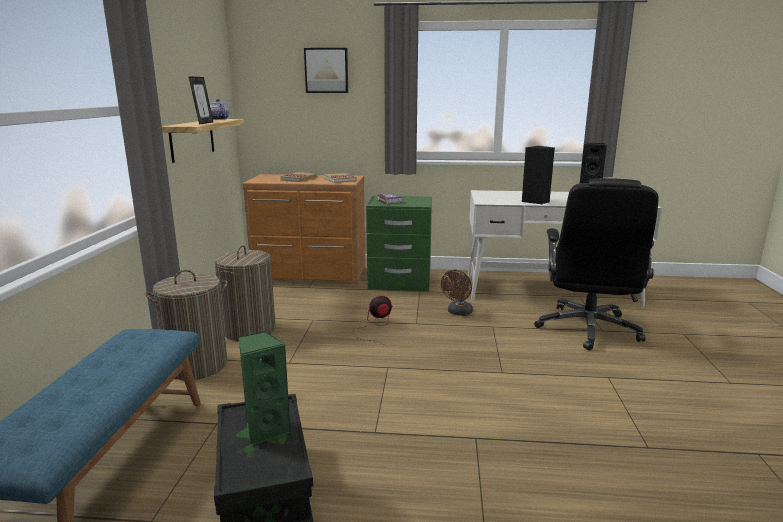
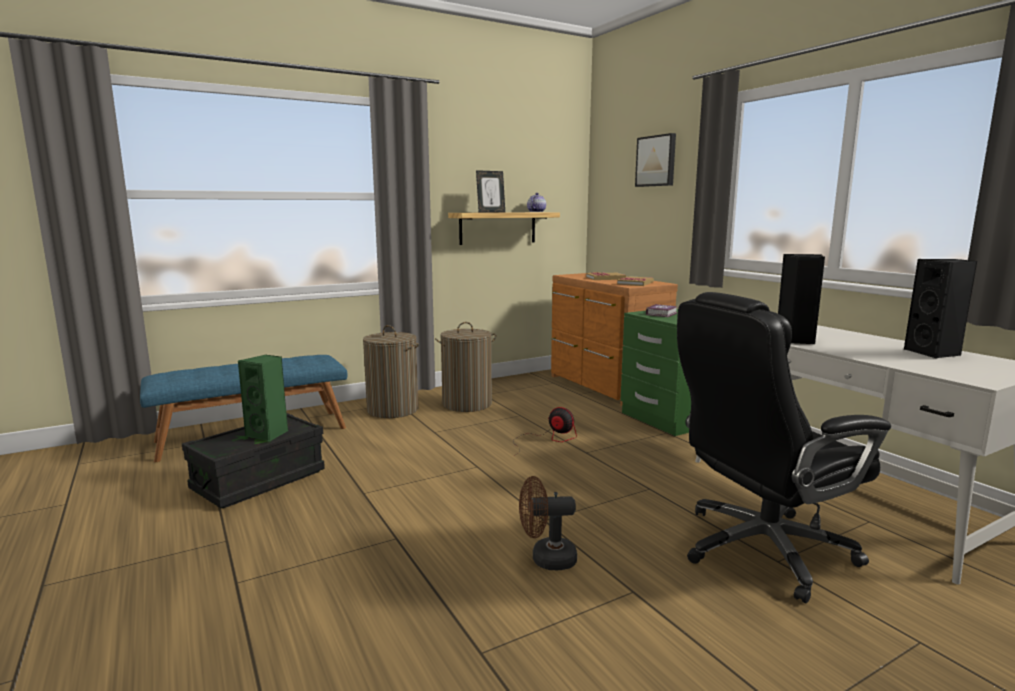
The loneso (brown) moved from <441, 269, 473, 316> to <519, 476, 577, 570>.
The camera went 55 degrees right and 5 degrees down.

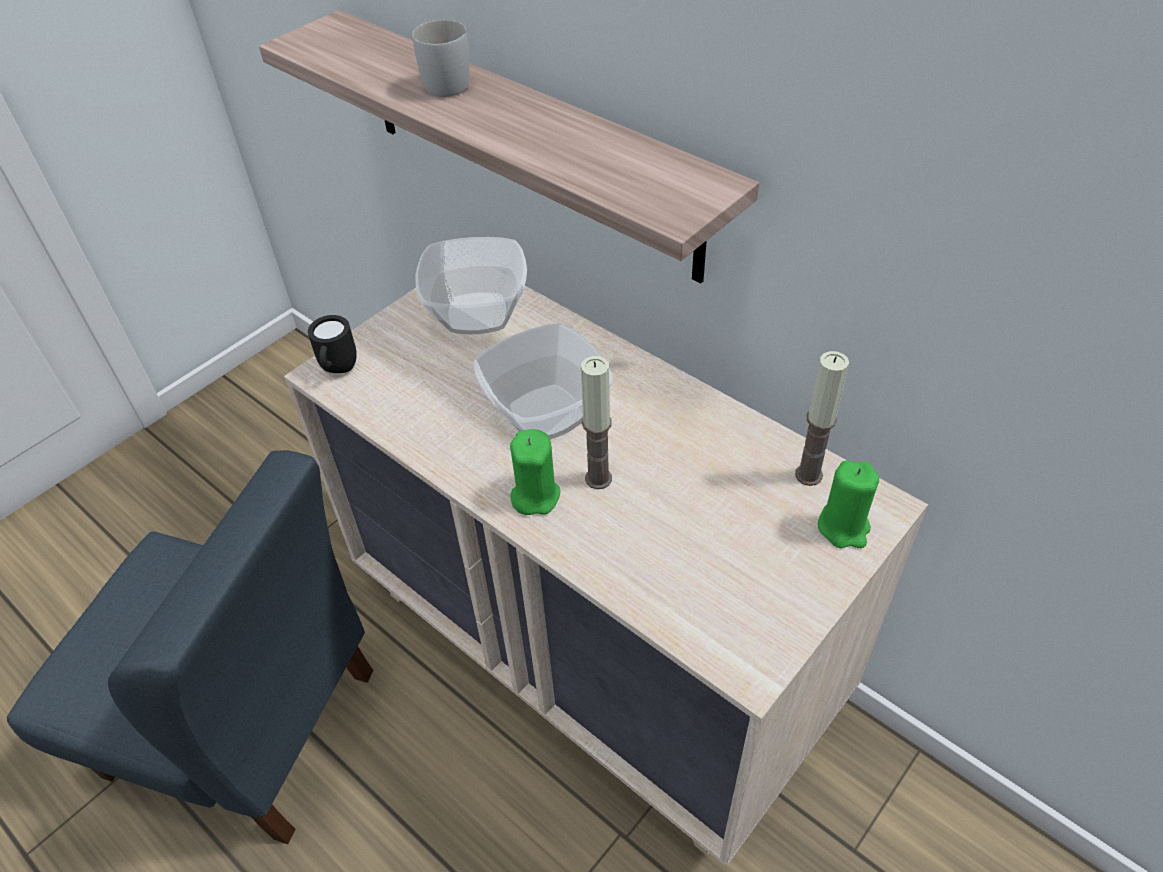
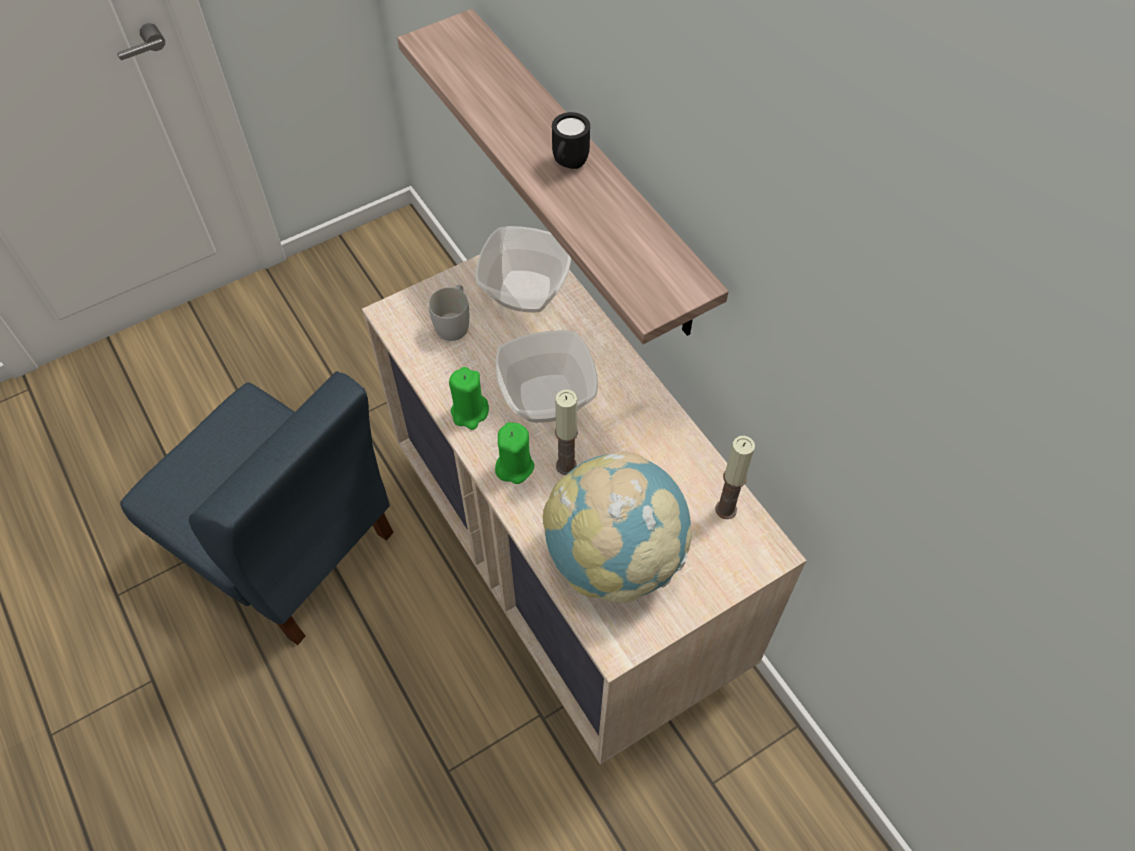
The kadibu at <543, 452, 692, 603> appeared.
The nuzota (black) moved from <308, 315, 357, 373> to <552, 112, 590, 169>.
The nuzota (white) moved from <412, 20, 470, 97> to <428, 285, 469, 341>.
The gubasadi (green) moved from <818, 460, 879, 548> to <449, 367, 489, 430>.
The camera went 15 degrees right and 10 degrees up.

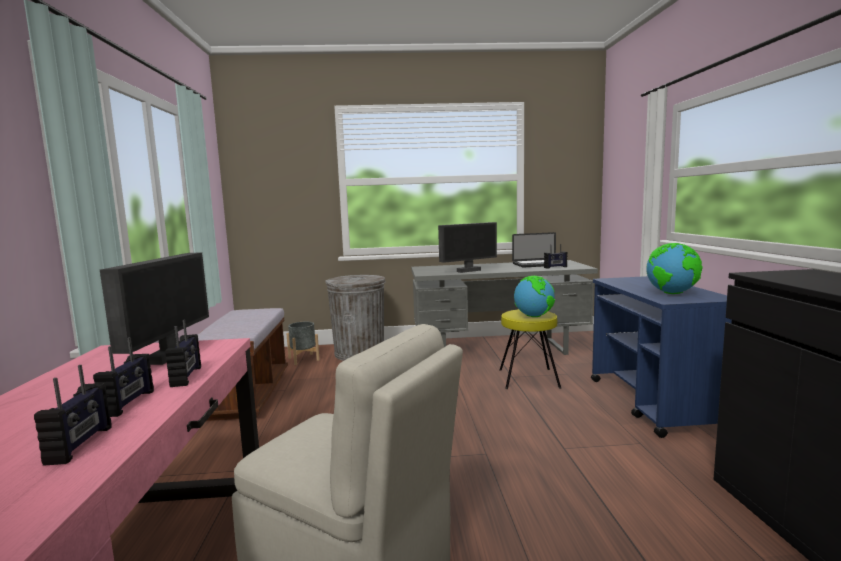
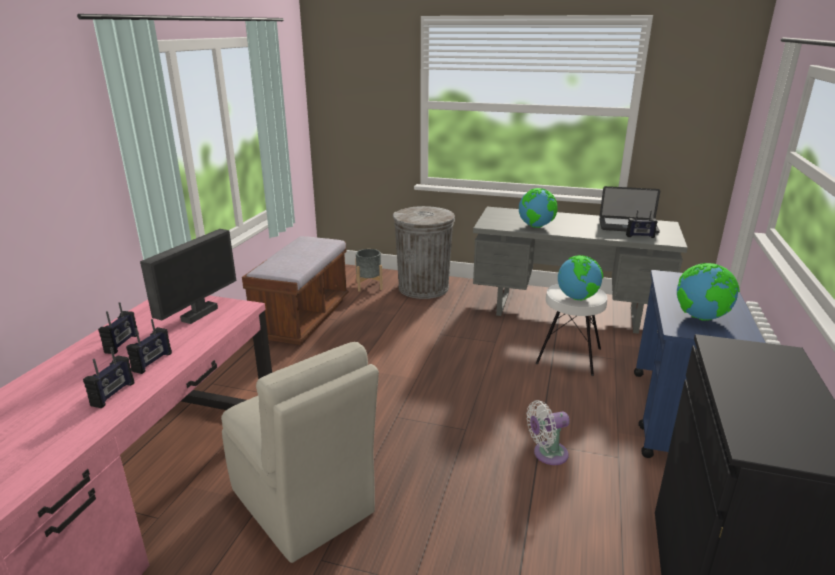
The loneso (white) at <526, 400, 570, 465> appeared.
The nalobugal moved from <165, 320, 201, 387> to <98, 303, 139, 354>.
The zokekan at <438, 222, 497, 273> was replaced by the kadibu at <519, 188, 558, 228>.
The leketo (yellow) at <500, 309, 561, 389> became the leketo (white) at <536, 284, 607, 376>.
The camera went 20 degrees right and 15 degrees up.

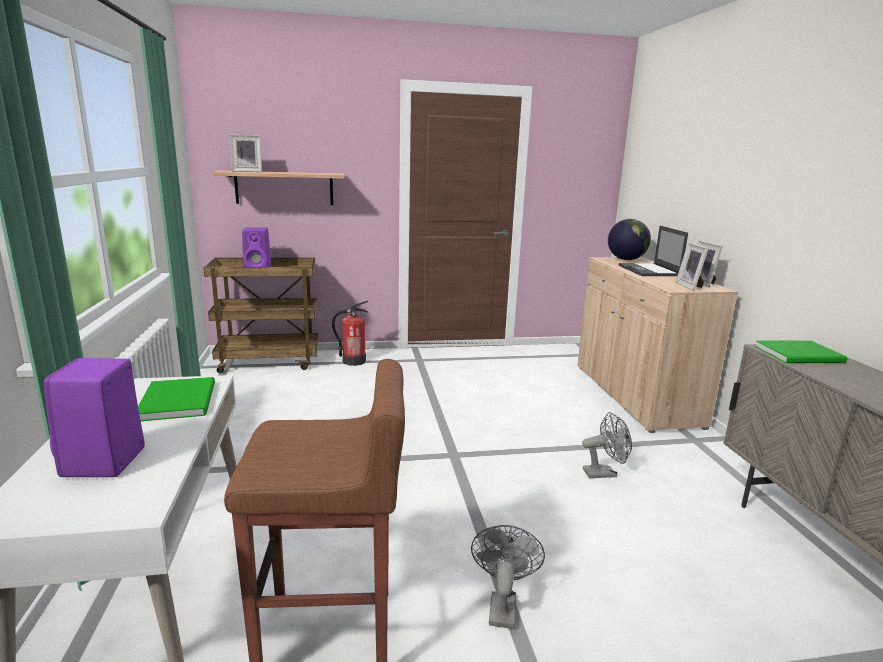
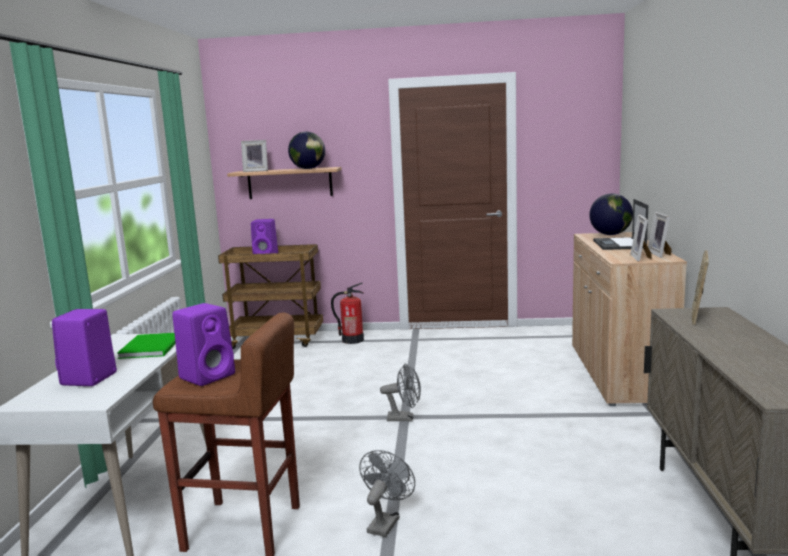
The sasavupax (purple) at <172, 303, 235, 386> appeared.
The kadibu at <288, 132, 325, 169> appeared.
The loneso (grey) moved from <582, 412, 632, 478> to <380, 363, 421, 421>.
The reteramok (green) at <755, 340, 848, 363> was replaced by the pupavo at <692, 250, 709, 325>.
The camera went 15 degrees right and 5 degrees down.

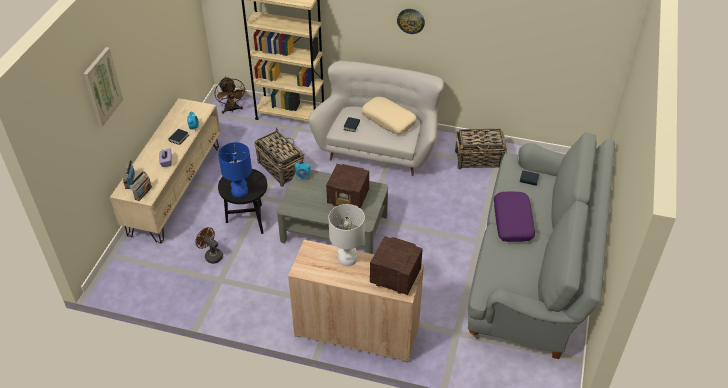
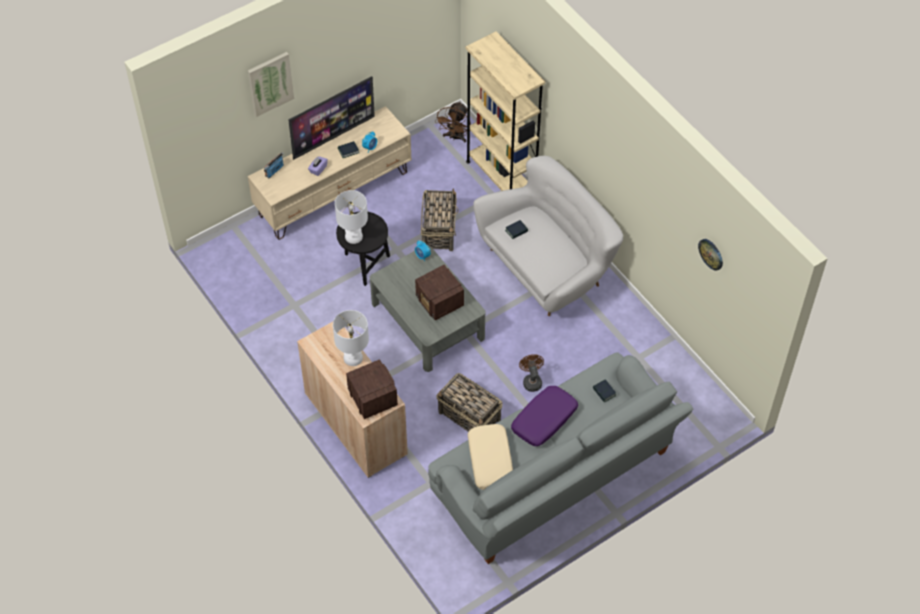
The nalobugal at <129, 171, 152, 201> disappeared.
The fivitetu at <288, 76, 375, 160> appeared.
The loneso (brown) moved from <195, 227, 223, 264> to <519, 354, 544, 392>.
The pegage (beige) moved from <361, 97, 417, 134> to <467, 424, 513, 490>.
The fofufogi moved from <397, 9, 425, 34> to <698, 239, 723, 271>.
The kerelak moved from <455, 129, 507, 169> to <436, 373, 502, 432>.
The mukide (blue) at <218, 142, 252, 197> became the mukide (white) at <335, 190, 368, 244>.
The camera went 40 degrees right and 10 degrees up.

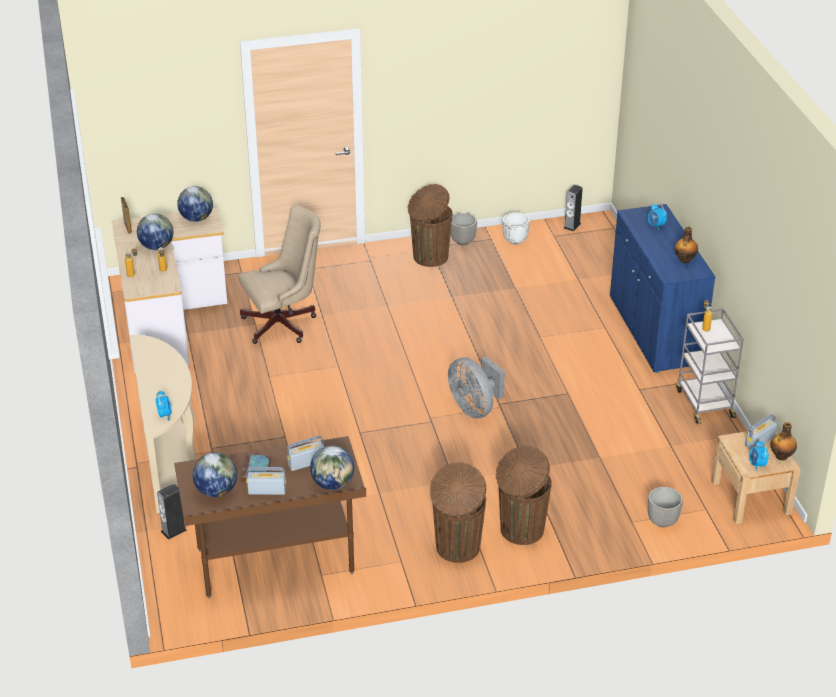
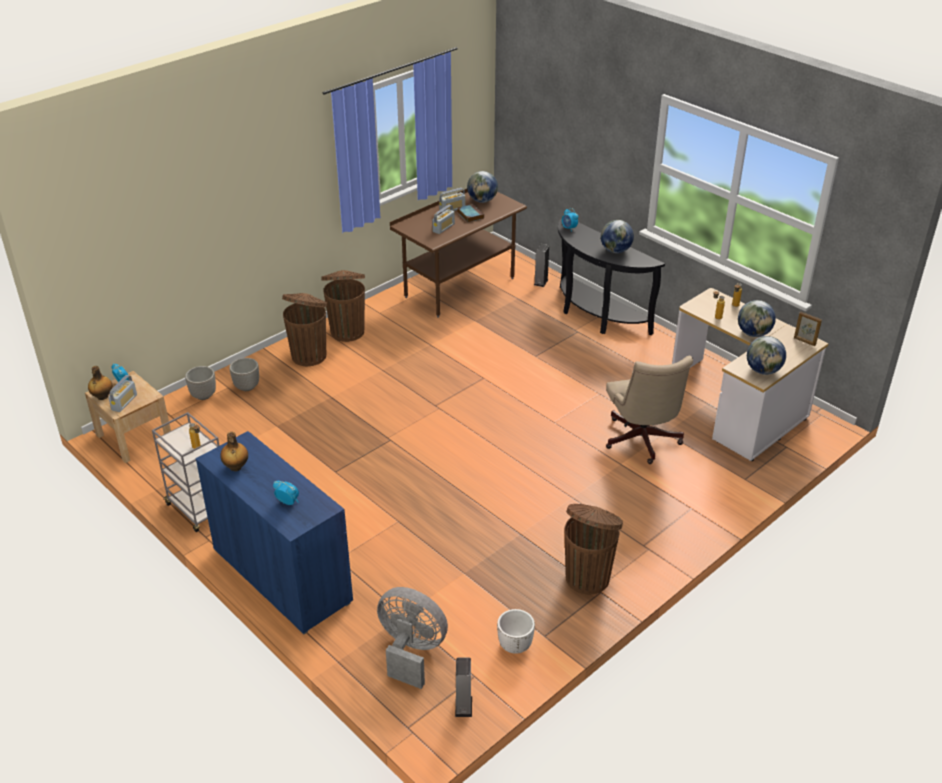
The kadibu moved from <310, 445, 354, 490> to <601, 220, 634, 253>.
The loneso (grey) moved from <448, 356, 505, 419> to <377, 587, 448, 689>.
The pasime moved from <451, 213, 477, 245> to <229, 358, 259, 391>.
The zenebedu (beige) at <130, 335, 196, 514> became the zenebedu (black) at <558, 218, 665, 336>.
The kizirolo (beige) at <239, 205, 321, 344> turned 45 degrees counterclockwise.
The camera went 150 degrees right and 0 degrees up.

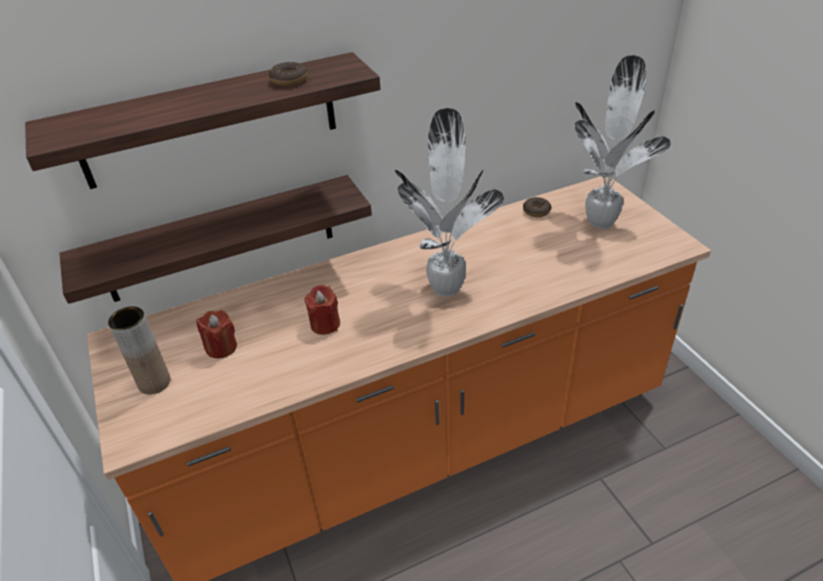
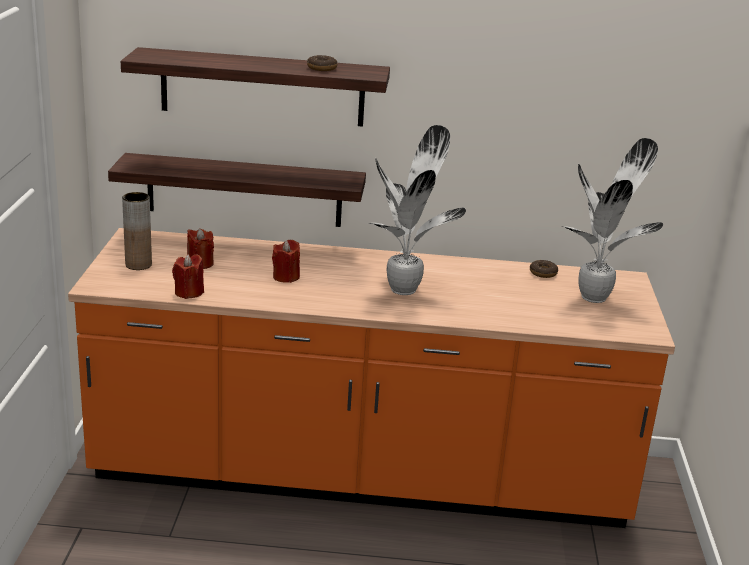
The gubasadi (red) at <172, 254, 204, 299> appeared.
The camera went 25 degrees right and 15 degrees down.

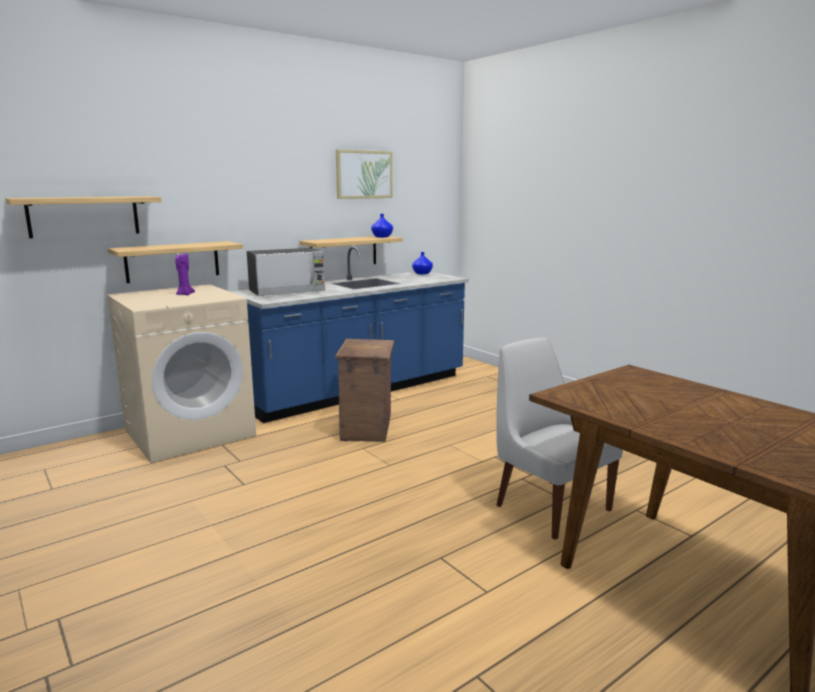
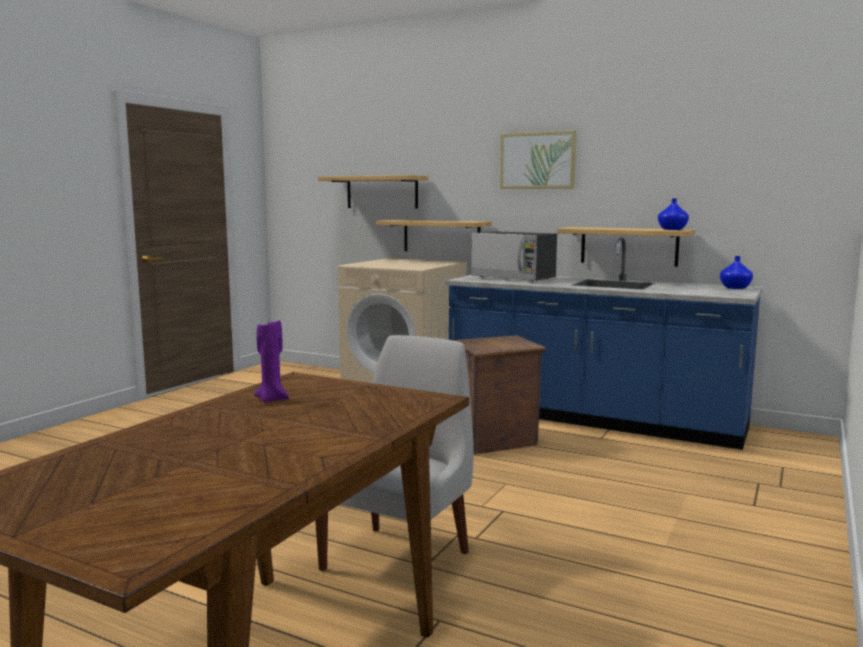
The gubasadi (purple) moved from <175, 253, 195, 295> to <254, 318, 289, 403>.
The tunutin moved from <336, 149, 392, 199> to <500, 130, 576, 189>.
The camera went 65 degrees right and 5 degrees down.

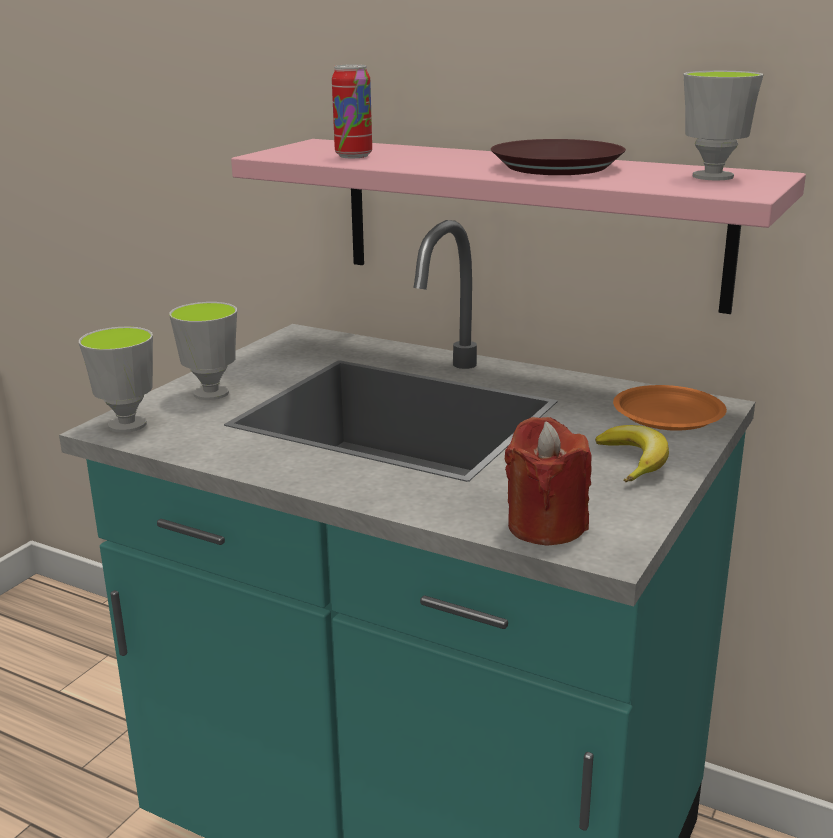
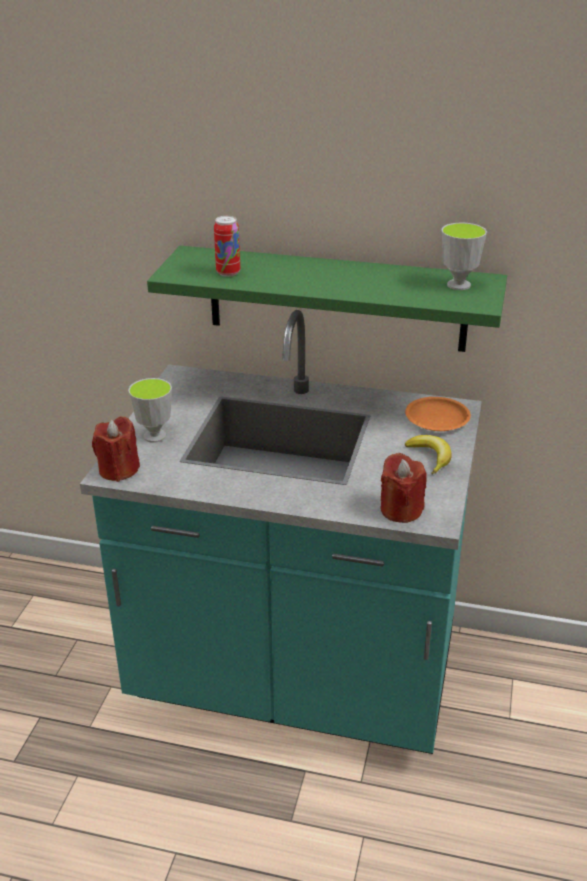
The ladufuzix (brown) at <491, 139, 626, 175> disappeared.
The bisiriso at <79, 327, 153, 433> was replaced by the gubasadi (red) at <92, 417, 140, 482>.
The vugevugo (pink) at <231, 139, 806, 314> became the vugevugo (green) at <147, 246, 507, 352>.
The camera went 15 degrees left and 10 degrees up.

